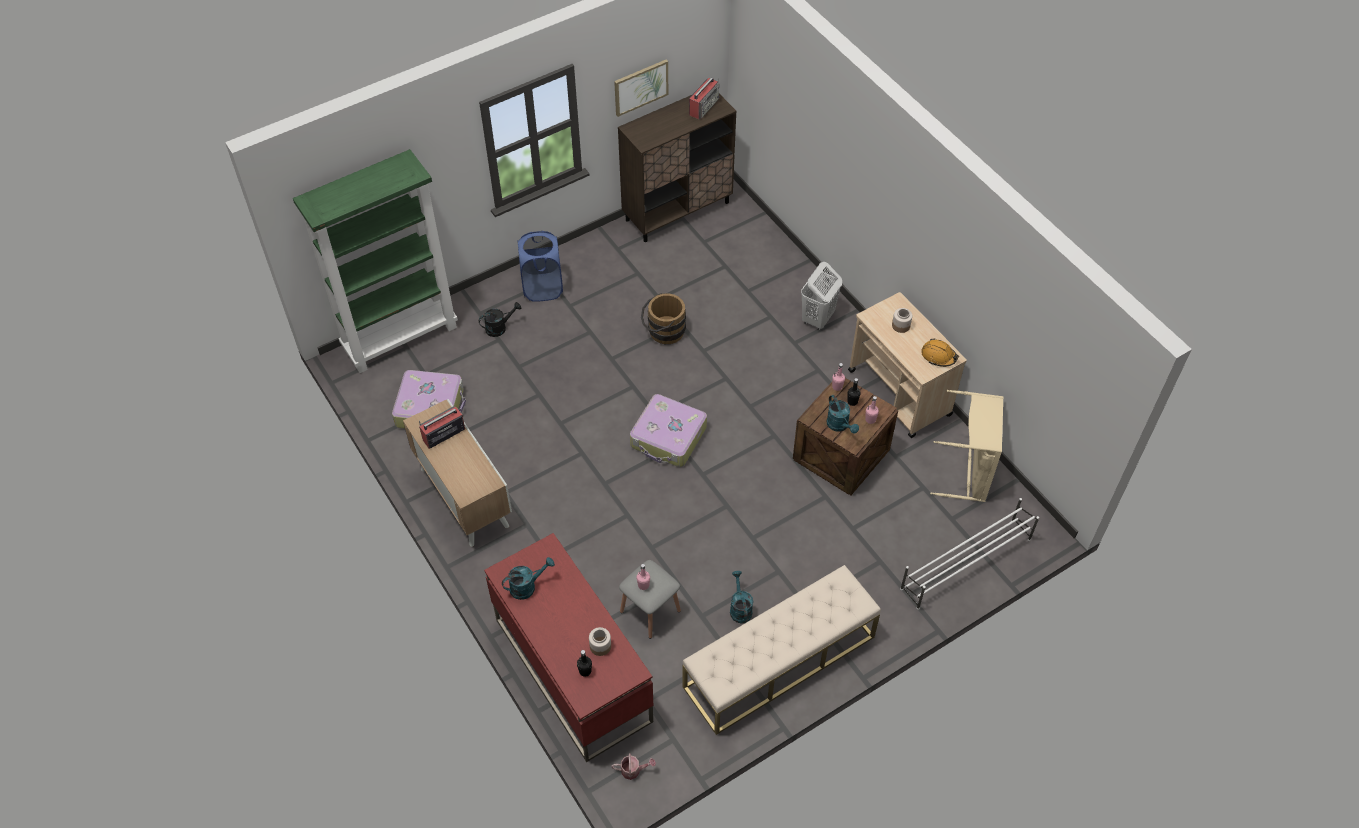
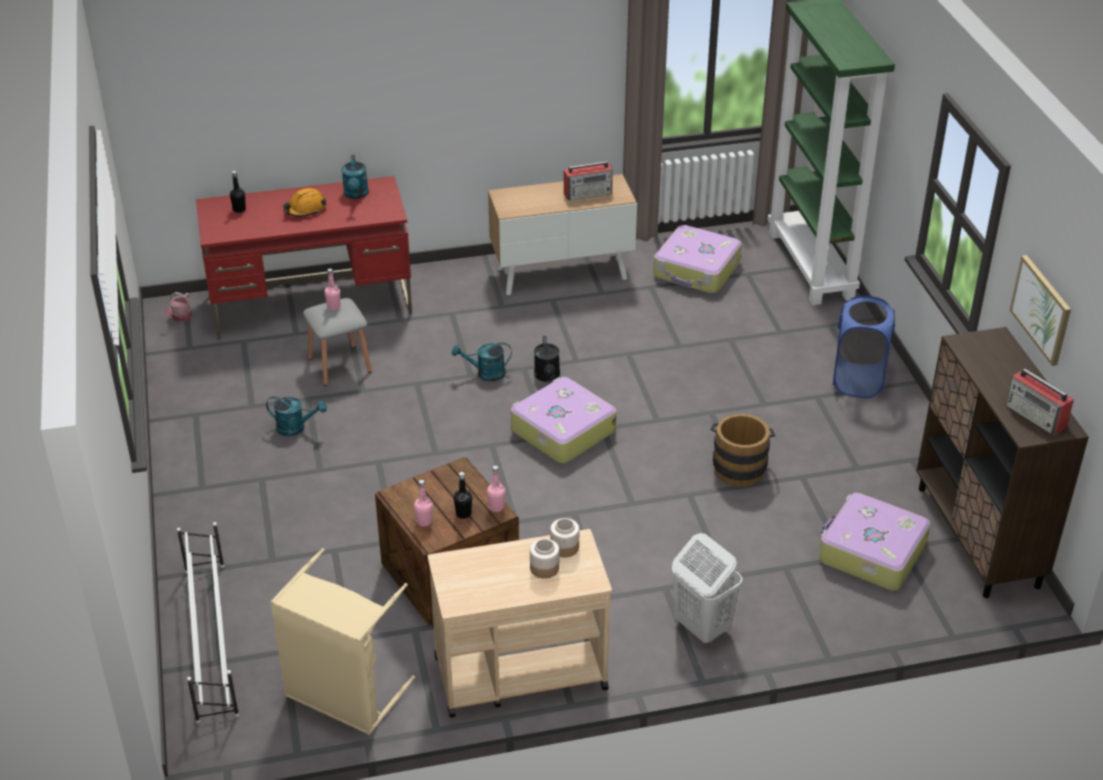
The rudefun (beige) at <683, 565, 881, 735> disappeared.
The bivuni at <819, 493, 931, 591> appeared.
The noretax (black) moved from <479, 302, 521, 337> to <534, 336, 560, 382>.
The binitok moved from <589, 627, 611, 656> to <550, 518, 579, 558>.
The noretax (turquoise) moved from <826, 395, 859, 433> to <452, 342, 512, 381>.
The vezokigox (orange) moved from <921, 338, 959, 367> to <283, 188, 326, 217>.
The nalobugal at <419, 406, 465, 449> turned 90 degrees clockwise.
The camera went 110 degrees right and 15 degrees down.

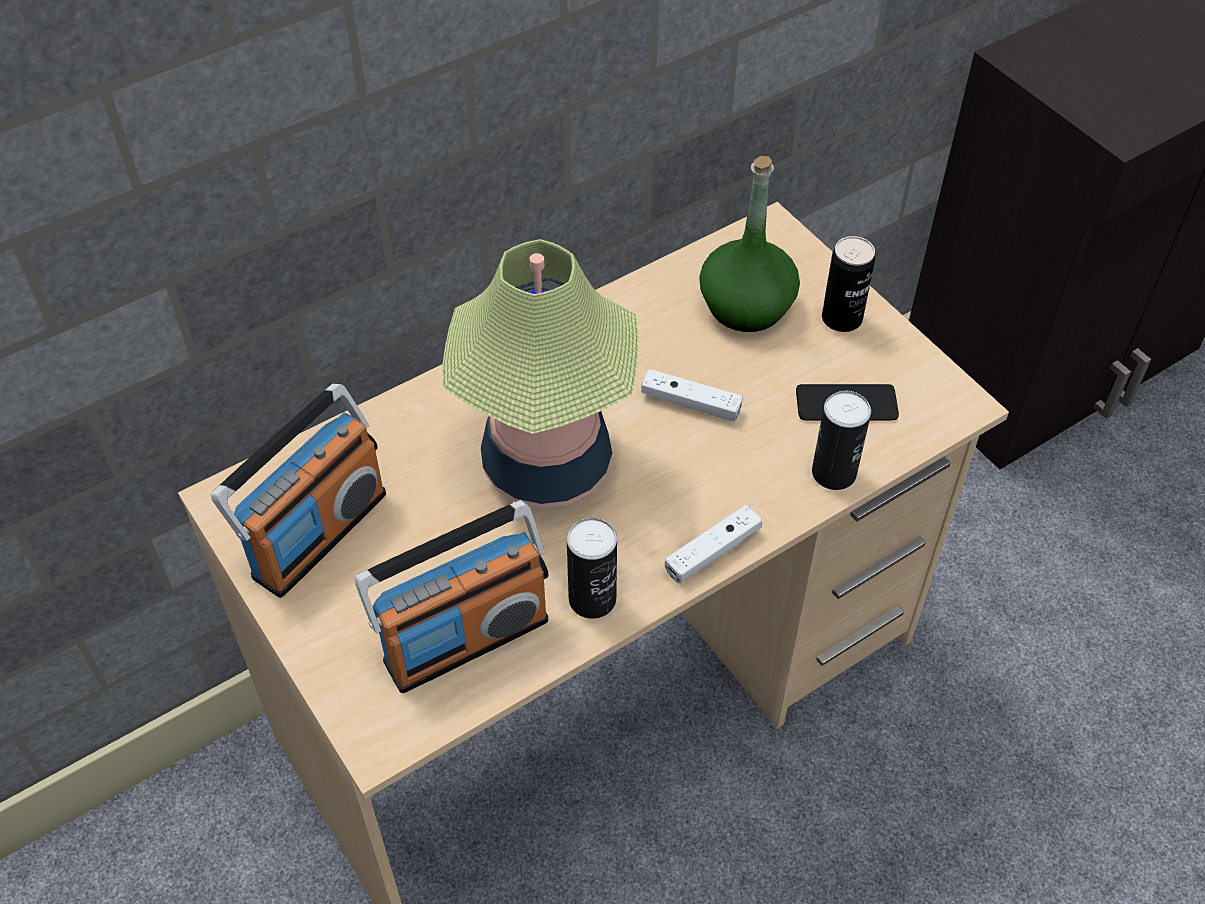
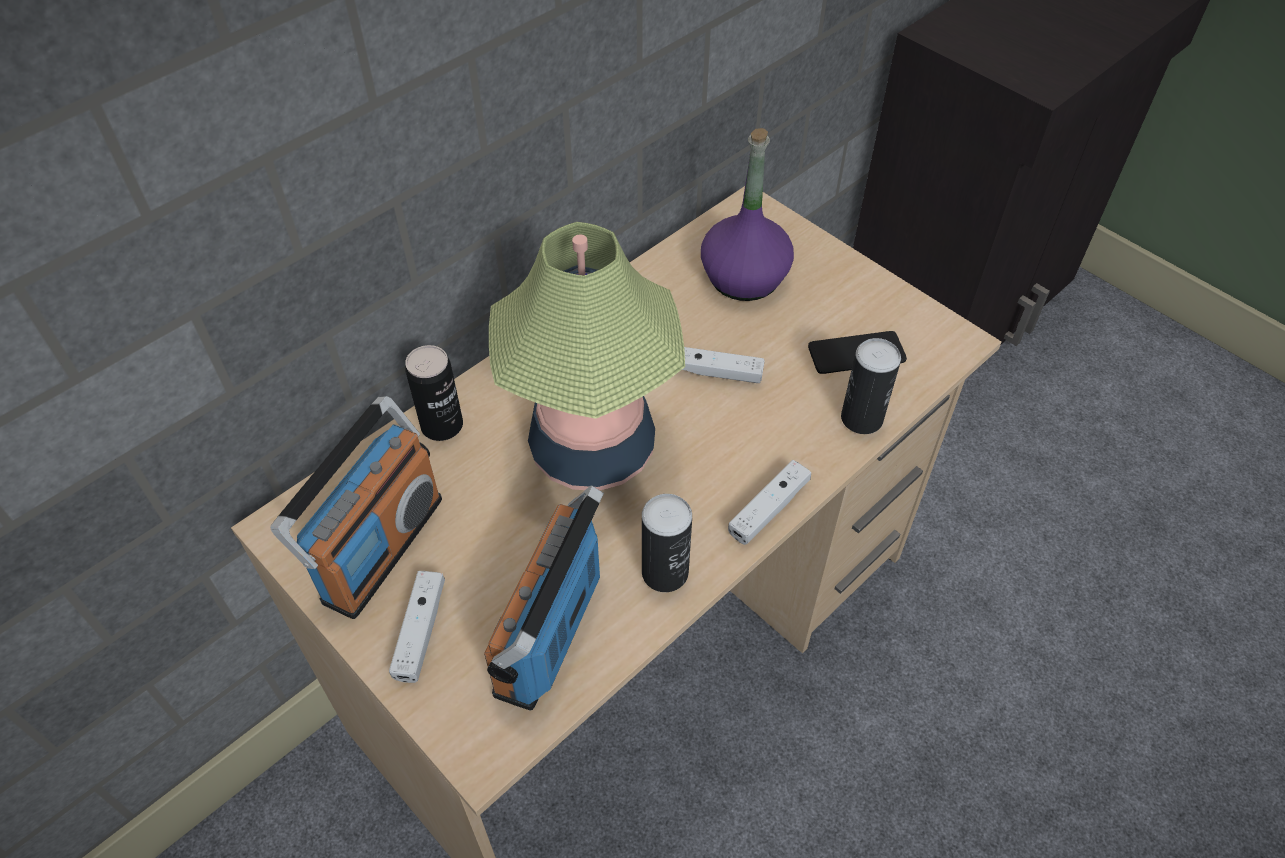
The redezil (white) at <389, 571, 445, 683> appeared.
The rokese moved from <822, 236, 875, 332> to <405, 345, 463, 441>.
The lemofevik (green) at <699, 156, 800, 332> became the lemofevik (purple) at <701, 128, 794, 301>.
The nalobugal at <355, 500, 548, 693> turned 150 degrees clockwise.
The camera went 10 degrees left and 0 degrees up.

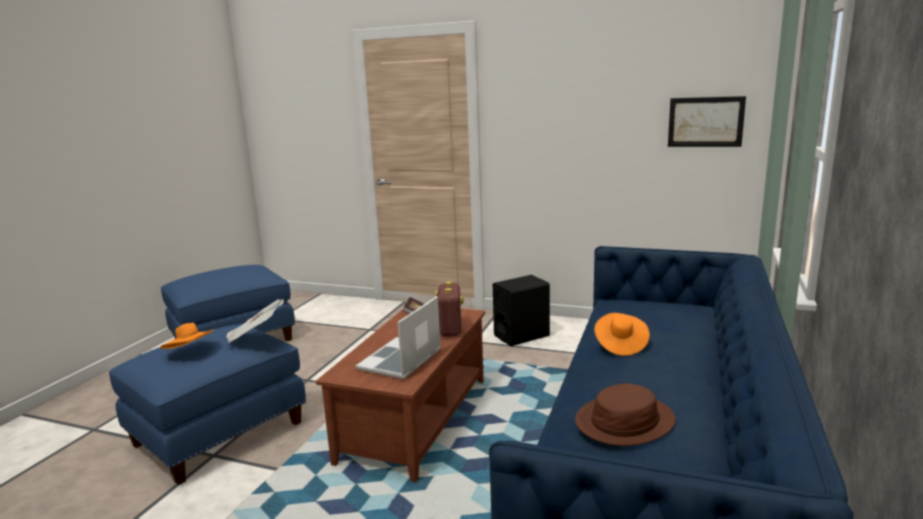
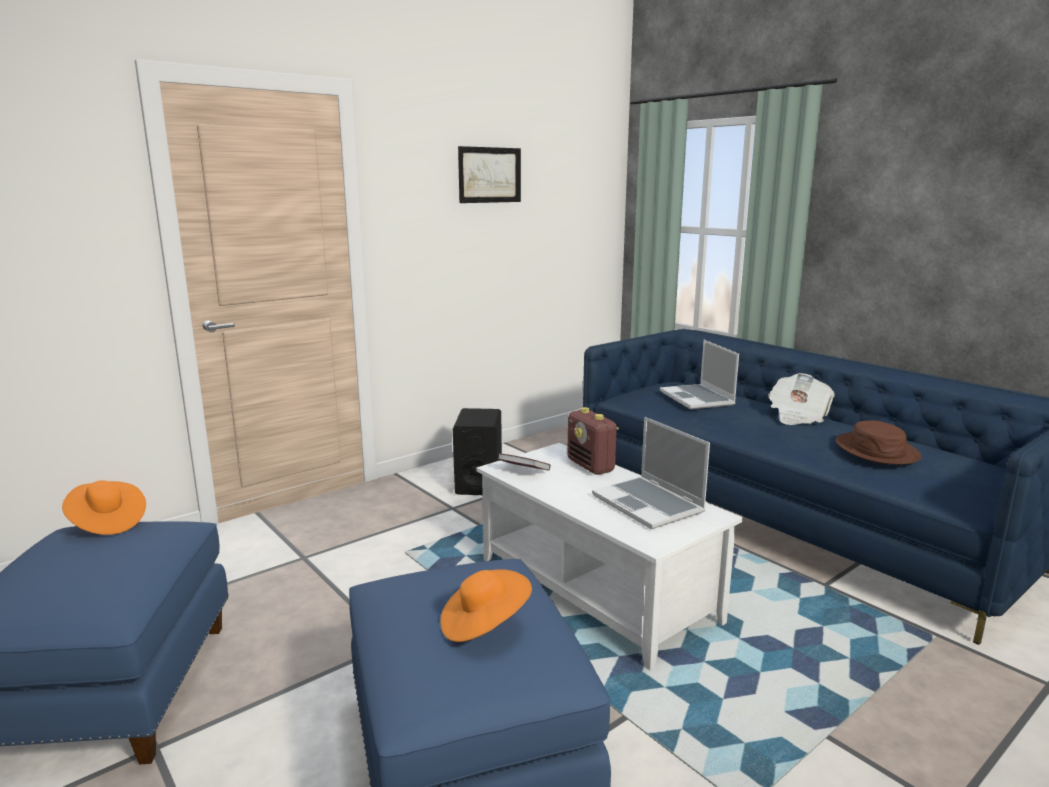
The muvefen at <660, 340, 739, 409> appeared.
The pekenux moved from <227, 299, 284, 344> to <768, 373, 835, 425>.
The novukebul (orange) moved from <594, 313, 650, 356> to <62, 480, 146, 535>.
The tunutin moved from <668, 96, 746, 147> to <458, 146, 521, 203>.
The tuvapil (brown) at <316, 308, 485, 482> became the tuvapil (white) at <477, 443, 743, 670>.
The nalobugal at <435, 281, 464, 337> turned 150 degrees counterclockwise.
The camera went 60 degrees left and 0 degrees up.

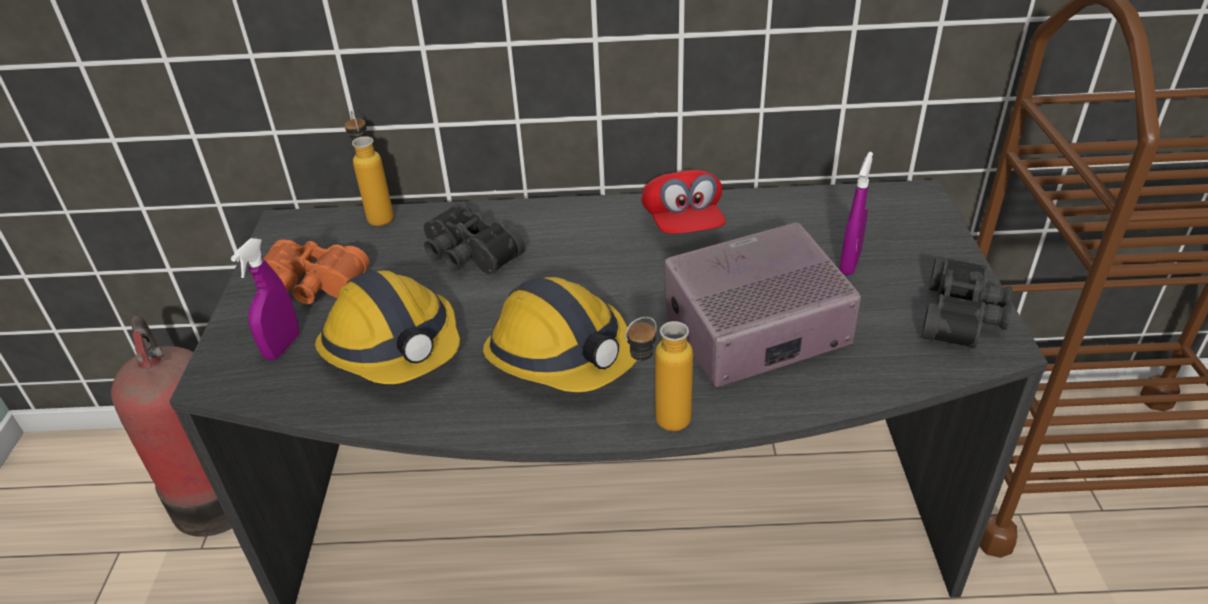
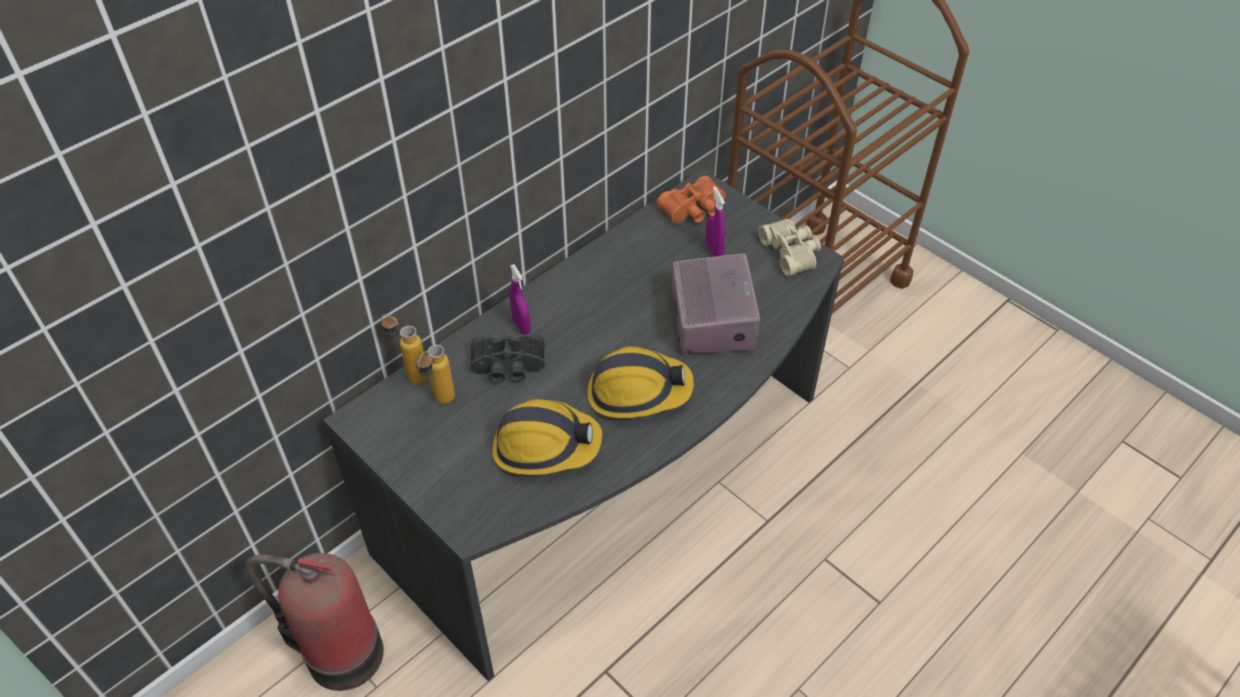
The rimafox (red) at <641, 170, 726, 234> disappeared.
The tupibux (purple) moved from <231, 238, 299, 360> to <510, 264, 531, 335>.
The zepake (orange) moved from <252, 240, 369, 305> to <657, 176, 726, 223>.
The lemofevik moved from <625, 317, 693, 431> to <416, 345, 455, 404>.
The zepake (black) at <921, 257, 1012, 349> became the zepake (beige) at <758, 219, 821, 276>.
The nalobugal at <664, 223, 861, 387> turned 150 degrees clockwise.
The camera went 45 degrees left and 10 degrees up.

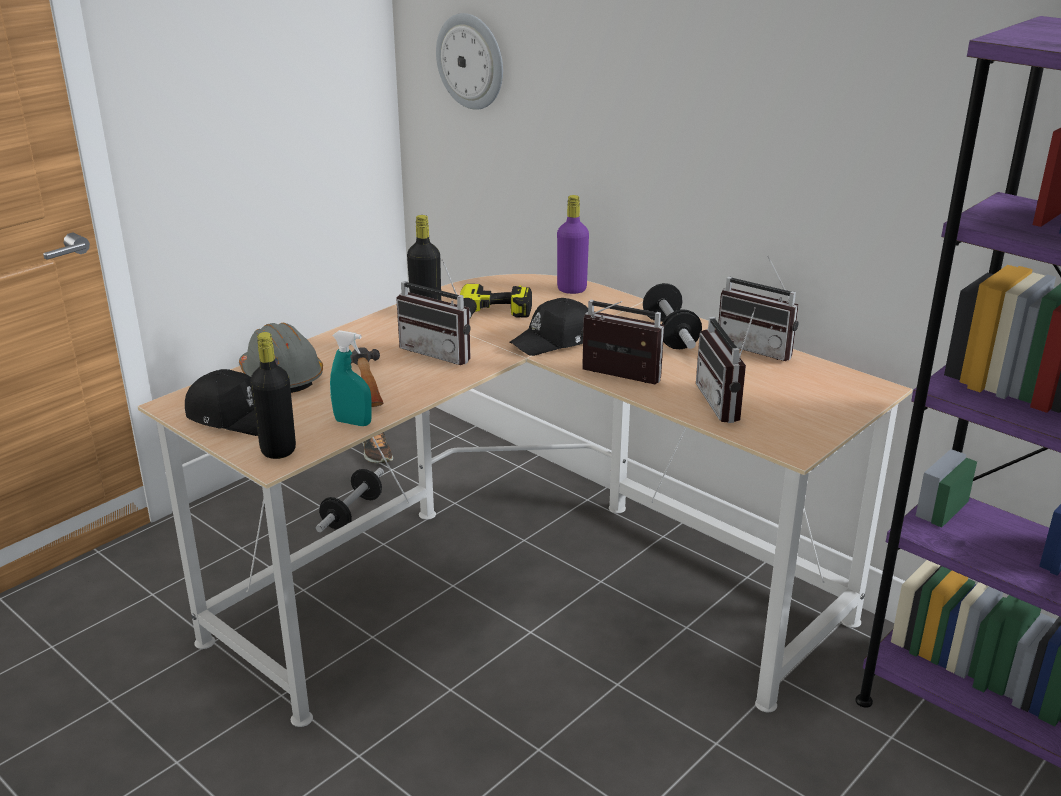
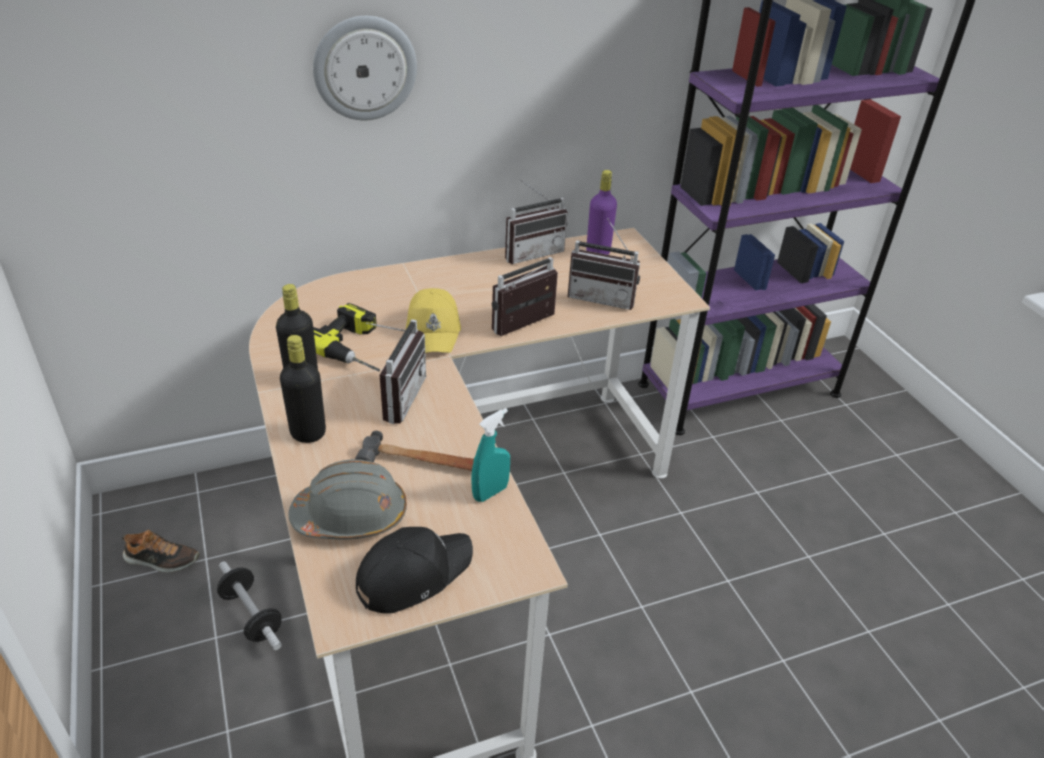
The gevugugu at <643, 283, 702, 349> disappeared.
The lemofevik (black) moved from <250, 332, 296, 459> to <280, 335, 326, 443>.
The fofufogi moved from <436, 13, 503, 110> to <313, 16, 417, 120>.
The lemofevik (purple) moved from <557, 195, 589, 294> to <586, 170, 617, 255>.
The rimafox (black) at <510, 298, 588, 356> became the rimafox (yellow) at <406, 288, 461, 353>.
The nalobugal at <396, 259, 471, 365> turned 45 degrees counterclockwise.
The camera went 65 degrees left and 10 degrees up.

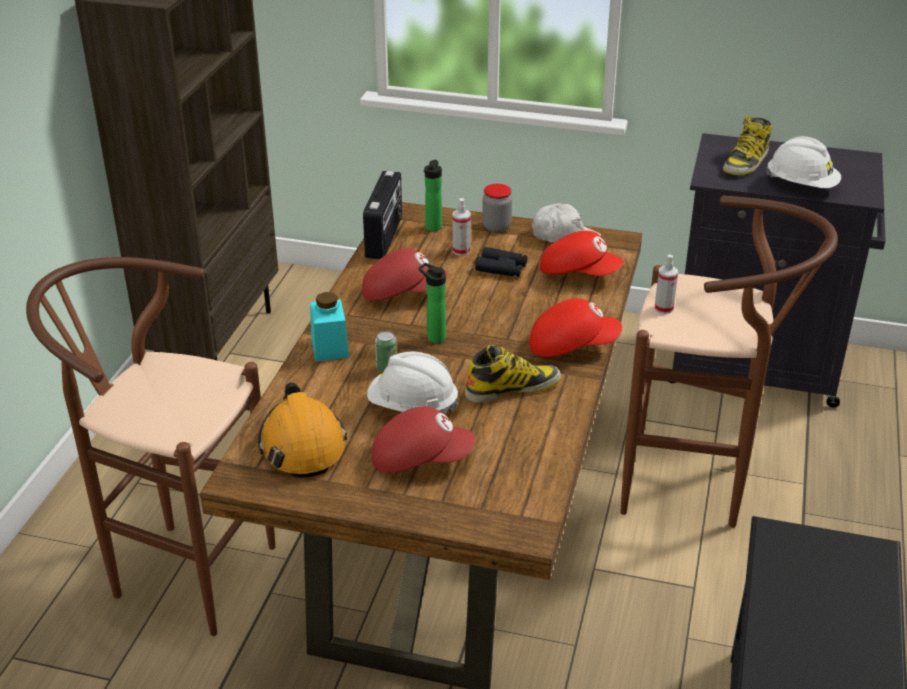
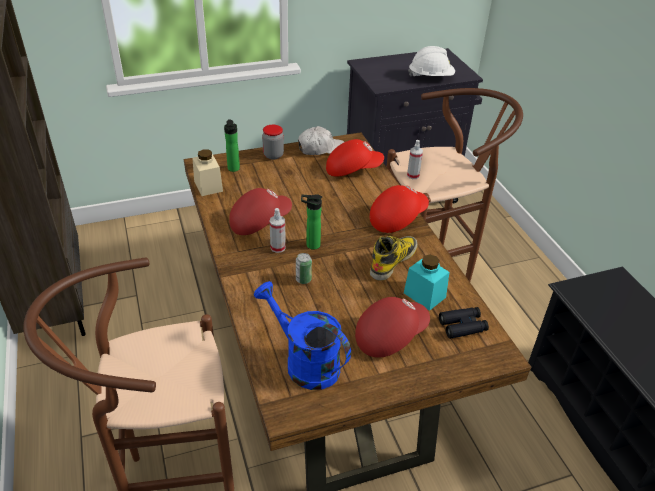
The vezokigox (white) at <367, 352, 460, 414> disappeared.
The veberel at <723, 116, 772, 176> disappeared.
The binitok (turquoise) moved from <310, 292, 349, 361> to <404, 255, 449, 311>.
The tupibux moved from <453, 198, 471, 256> to <270, 208, 286, 253>.
The zepake (black) moved from <475, 247, 527, 277> to <439, 307, 489, 339>.
The vezokigox (orange) at <258, 382, 347, 478> was replaced by the noretax (blue) at <254, 281, 351, 390>.
The nalobugal at <363, 171, 402, 259> was replaced by the binitok (beige) at <192, 149, 223, 196>.
The camera went 35 degrees left and 5 degrees up.

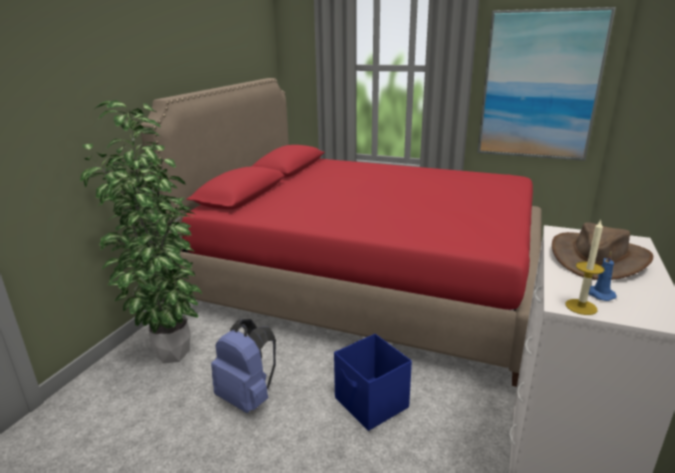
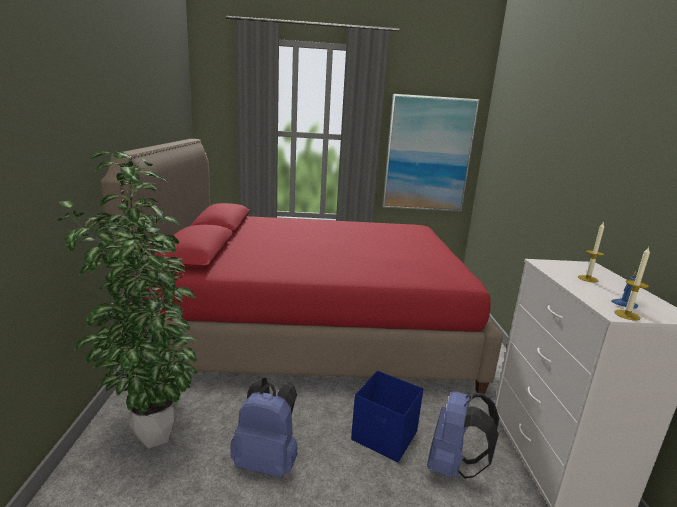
The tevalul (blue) at <427, 391, 499, 479> appeared.
The novukebul (brown) at <552, 222, 653, 280> was replaced by the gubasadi at <578, 223, 605, 283>.
The camera went 25 degrees left and 5 degrees down.

